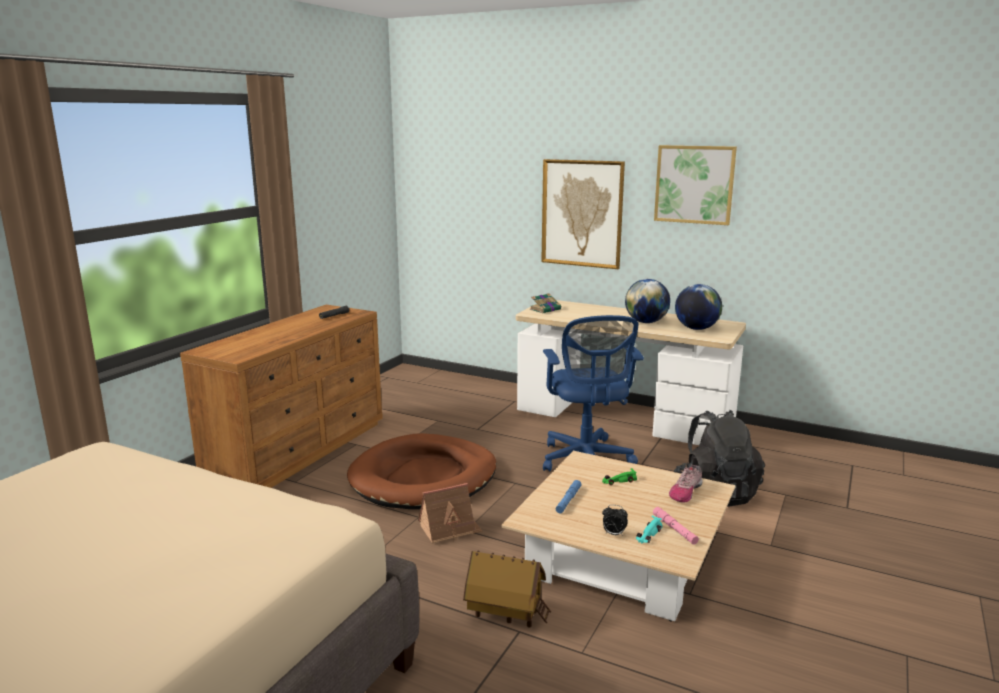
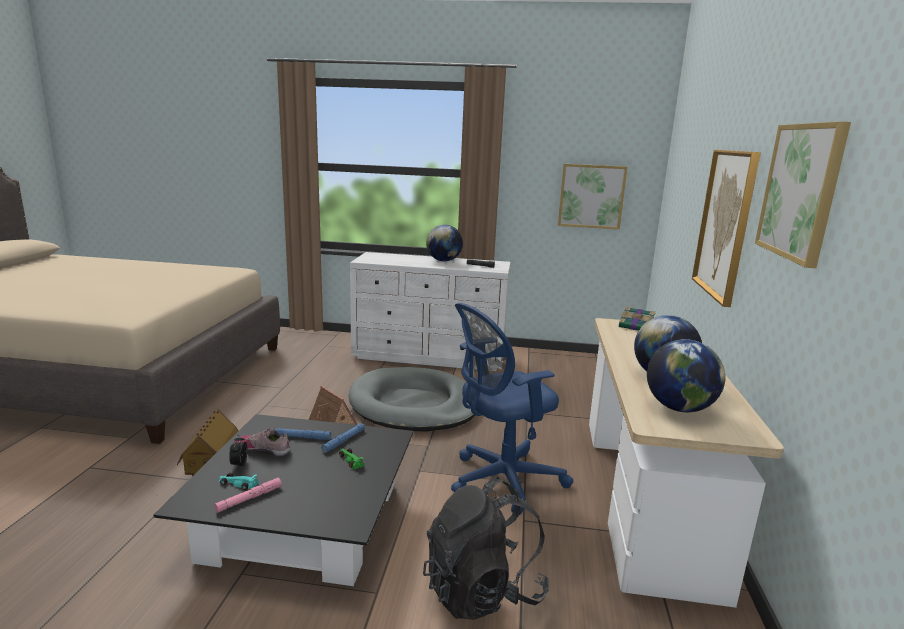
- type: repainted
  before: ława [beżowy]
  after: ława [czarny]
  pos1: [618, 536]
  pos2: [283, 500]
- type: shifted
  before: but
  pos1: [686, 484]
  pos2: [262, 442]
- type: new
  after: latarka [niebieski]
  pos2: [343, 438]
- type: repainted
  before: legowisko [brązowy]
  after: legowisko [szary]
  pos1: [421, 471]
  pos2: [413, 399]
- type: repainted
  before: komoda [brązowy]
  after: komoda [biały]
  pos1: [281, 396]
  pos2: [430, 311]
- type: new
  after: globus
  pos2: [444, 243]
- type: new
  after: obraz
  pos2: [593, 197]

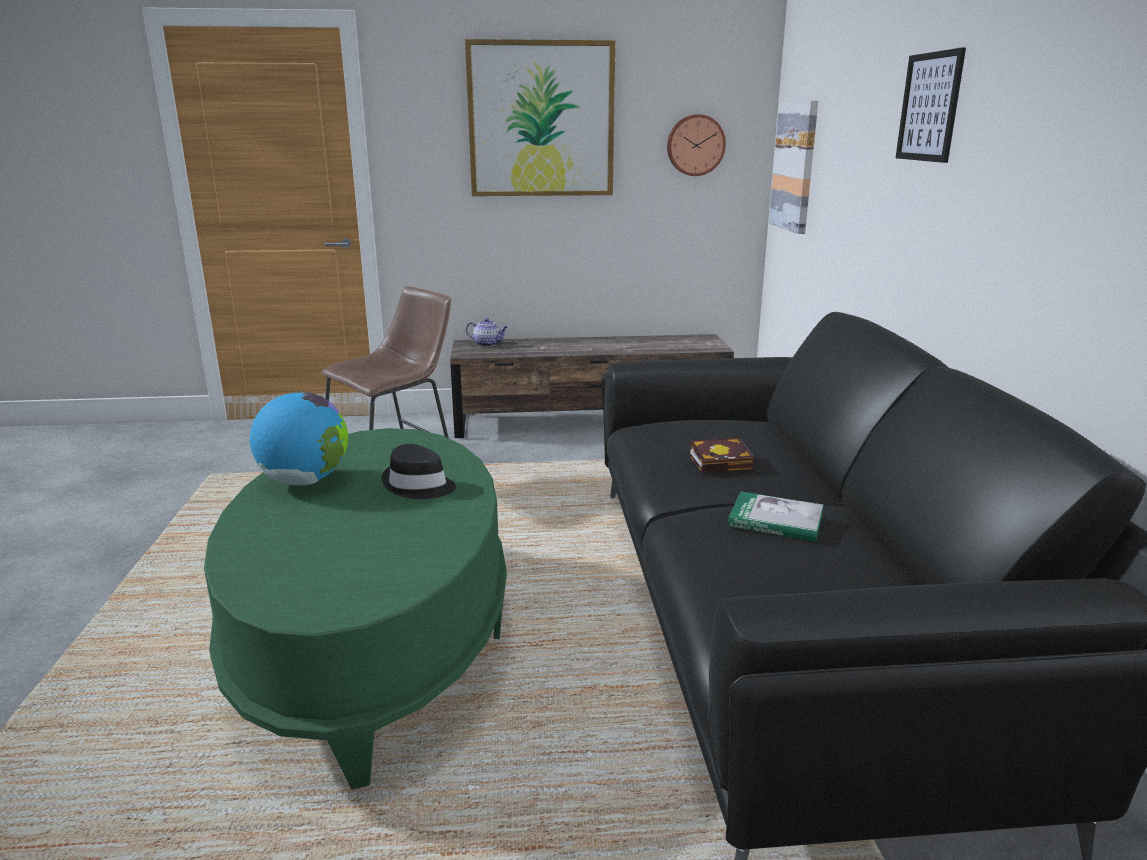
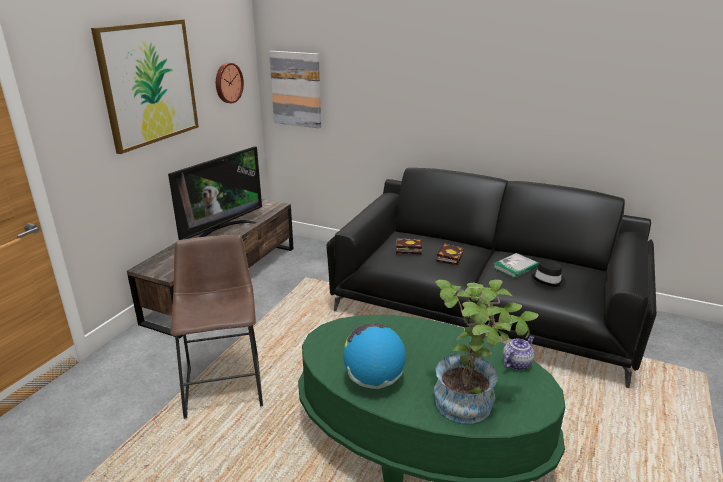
- type: new
  after: telewizor
  pos2: [215, 193]
- type: new
  after: książka
  pos2: [409, 247]
- type: new
  after: roślina doniczkowa
  pos2: [486, 352]
- type: shifted
  before: imbryk
  pos1: [487, 332]
  pos2: [518, 353]
- type: shifted
  before: kapelusz [czarny]
  pos1: [419, 471]
  pos2: [548, 274]
- type: gone
  before: obraz
  pos1: [931, 105]

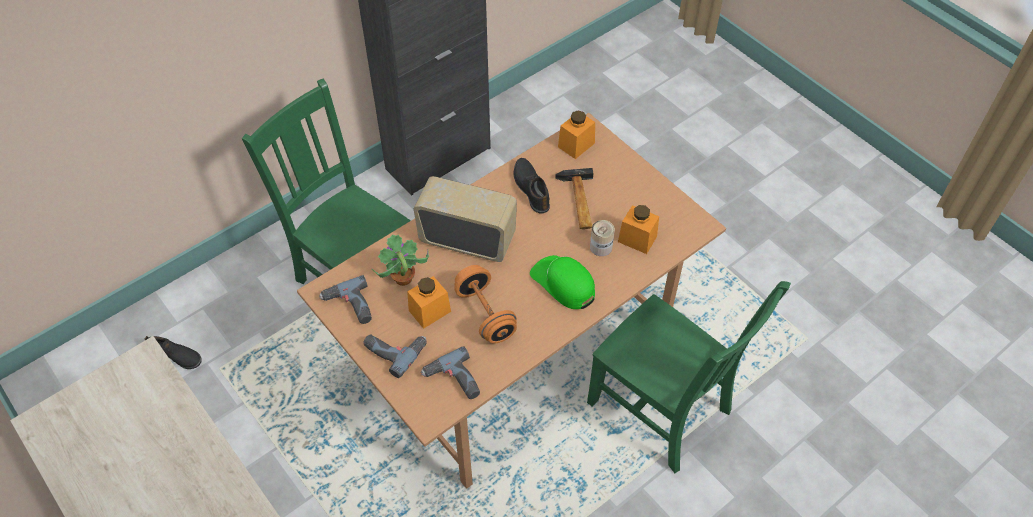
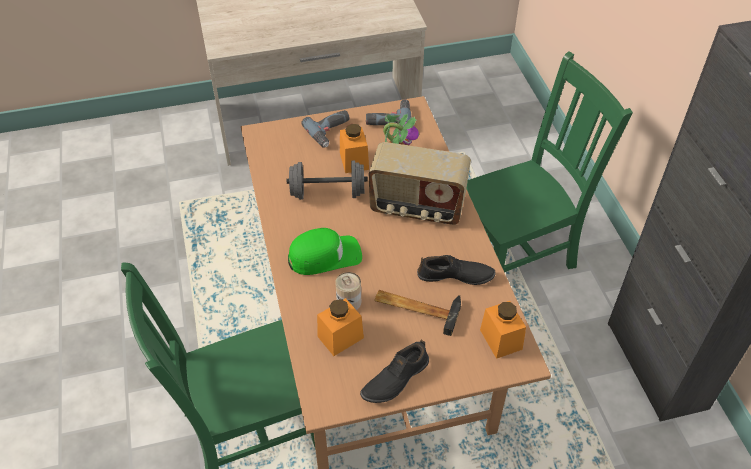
- type: repainted
  before: hantel [pomarańczowy]
  after: hantel [szary]
  pos1: [485, 304]
  pos2: [327, 180]
- type: shifted
  before: but [czarny]
  pos1: [173, 352]
  pos2: [394, 371]
- type: rotated
  before: radio
  pos1: [465, 219]
  pos2: [420, 183]
  turn: 60
- type: gone
  before: wiertarka
  pos1: [450, 372]

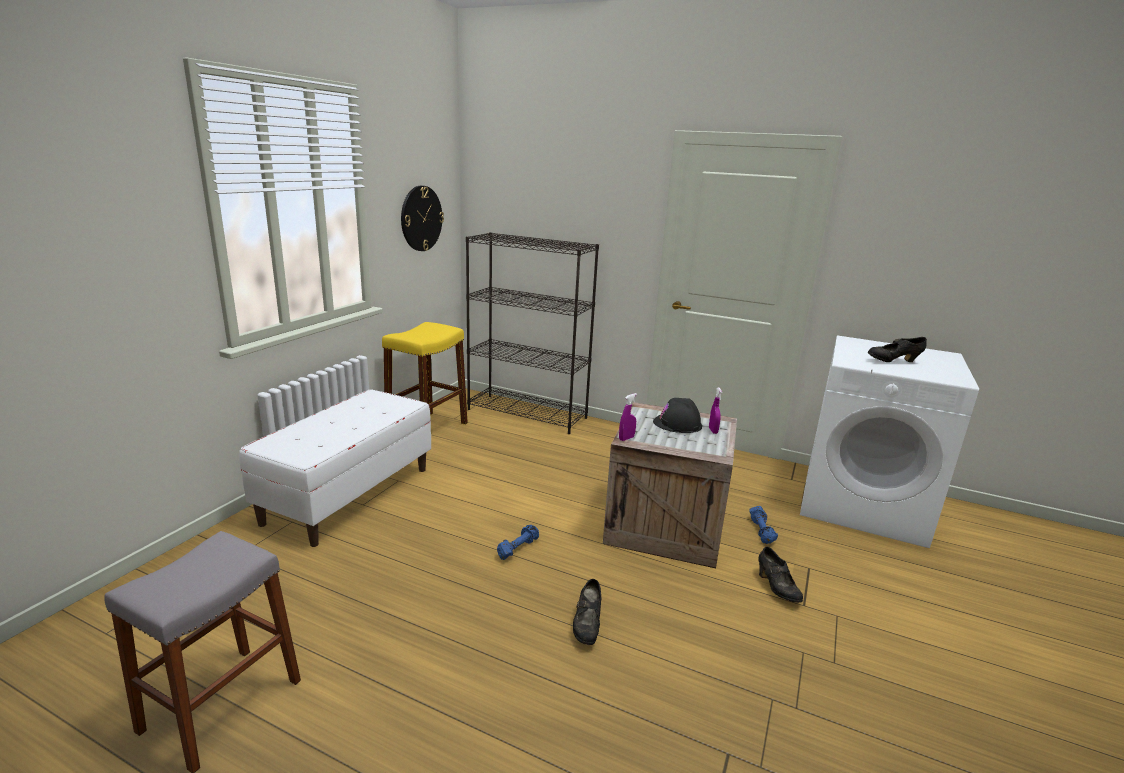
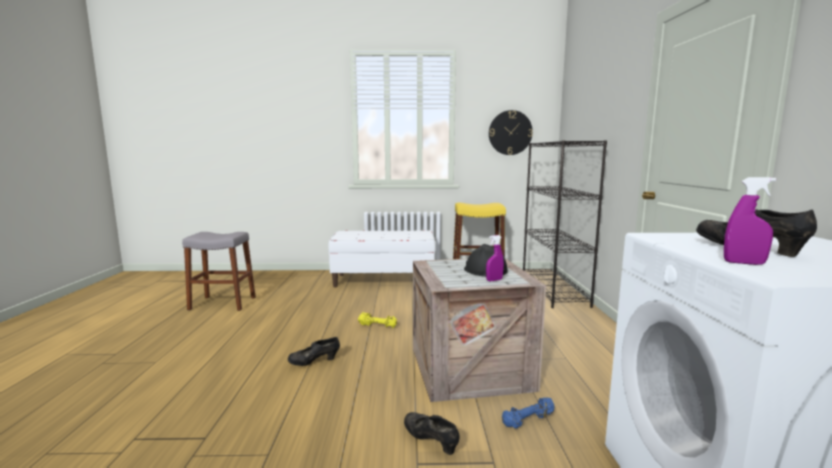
- type: repainted
  before: hantel [niebieski]
  after: hantel [żółty]
  pos1: [518, 542]
  pos2: [377, 320]
- type: rotated
  before: but [czarny]
  pos1: [780, 575]
  pos2: [431, 433]
  turn: 90
- type: shifted
  before: spryskiwacz [fioletowy]
  pos1: [628, 417]
  pos2: [750, 221]

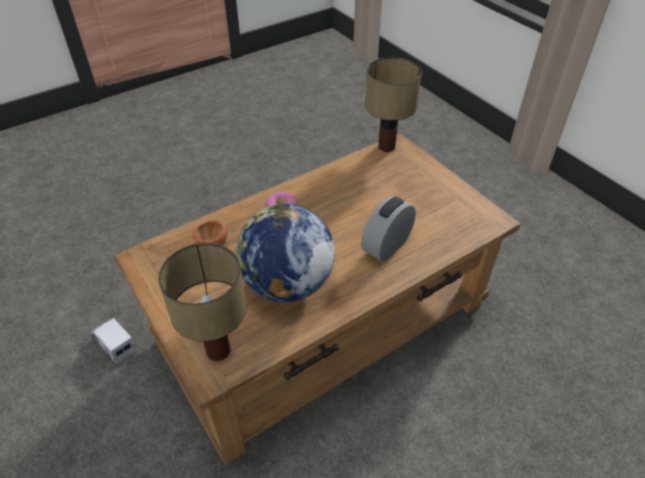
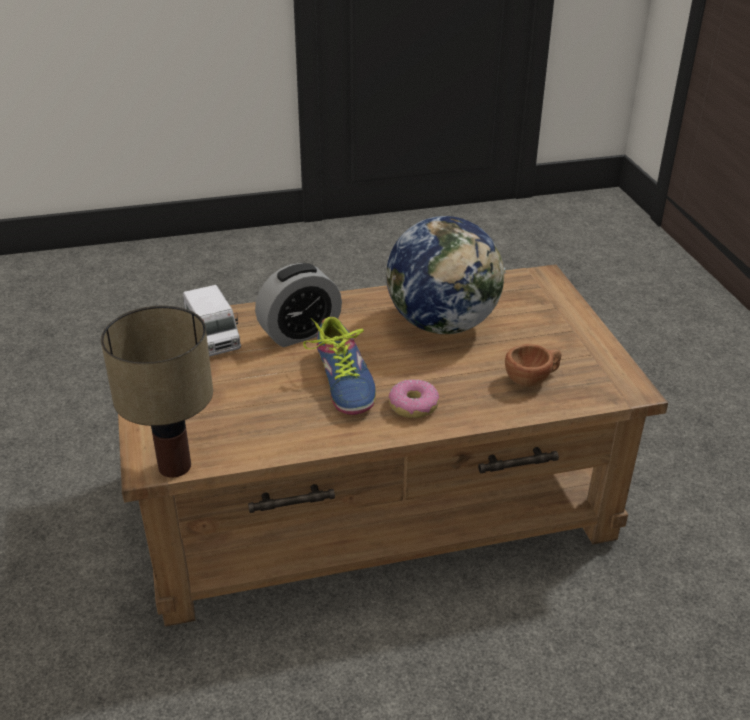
- type: shifted
  before: ciężarówka zabawkowa
  pos1: [114, 341]
  pos2: [212, 321]
- type: new
  after: but
  pos2: [339, 366]
- type: gone
  before: lampa stołowa
  pos1: [202, 302]

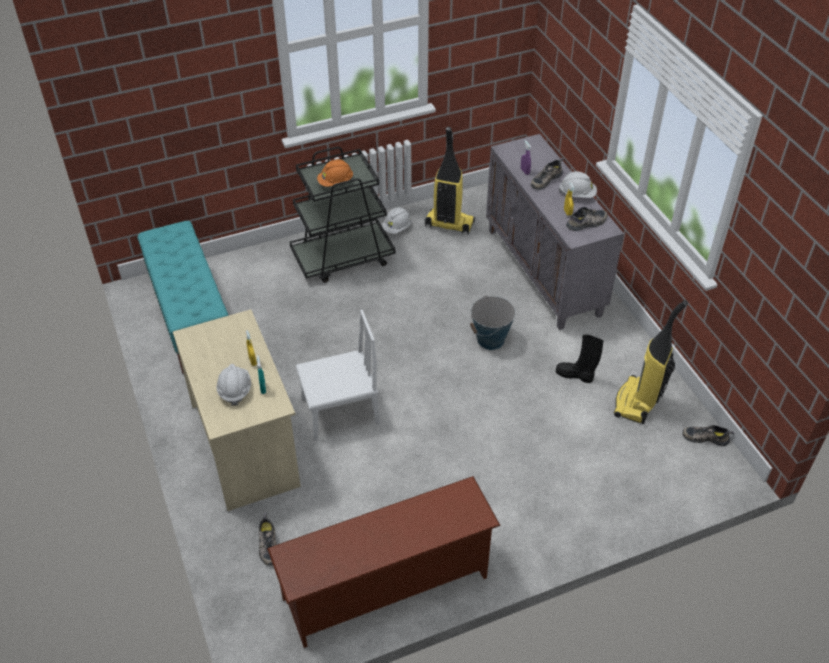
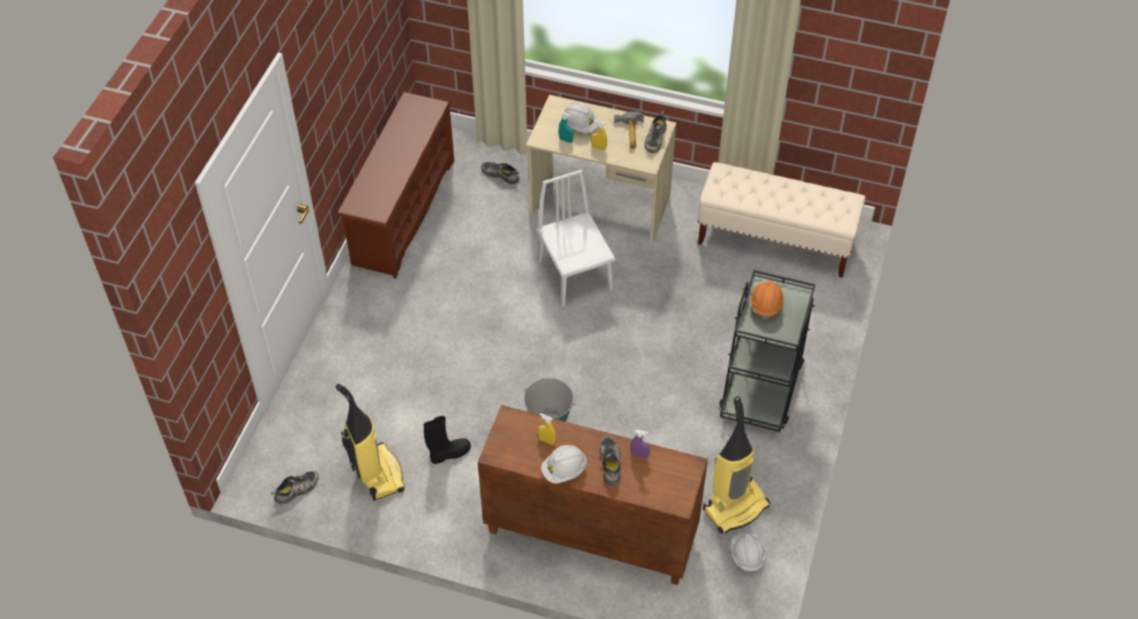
- type: repainted
  before: szafka [szary]
  after: szafka [brązowy]
  pos1: [555, 232]
  pos2: [593, 495]
- type: rotated
  before: krzesło [biały]
  pos1: [338, 375]
  pos2: [575, 238]
  turn: 135
- type: new
  after: młotek
  pos2: [629, 130]
- type: shifted
  before: but
  pos1: [587, 219]
  pos2: [655, 132]
- type: repainted
  before: ławka [turkusowy]
  after: ławka [beżowy]
  pos1: [183, 297]
  pos2: [781, 220]
- type: shifted
  before: kask [biały]
  pos1: [397, 220]
  pos2: [748, 553]

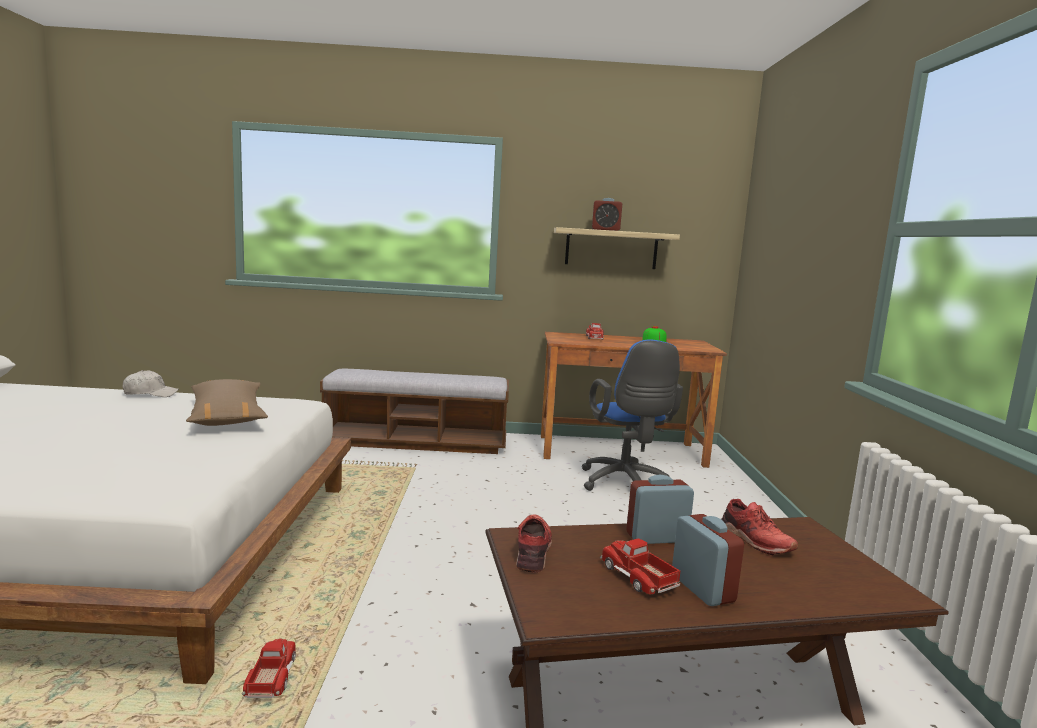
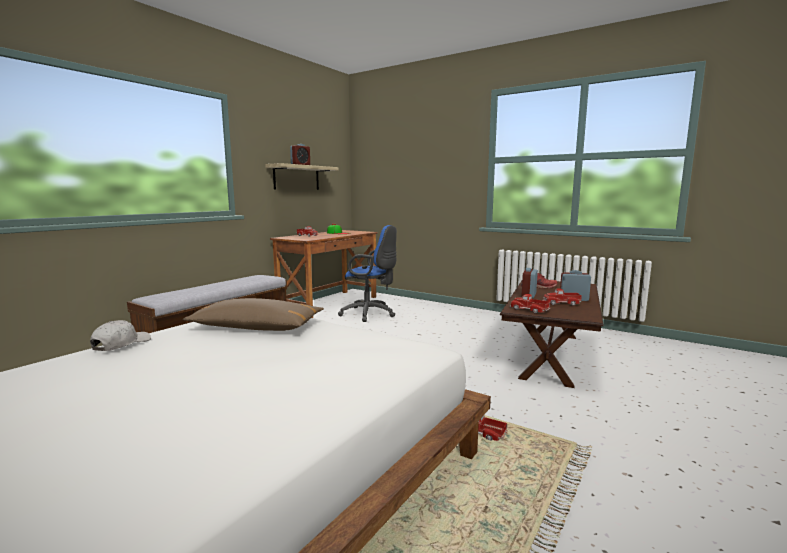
- type: swapped
  before: but [czerwony]
  after: ciężarówka zabawkowa
  pos1: [534, 543]
  pos2: [530, 304]

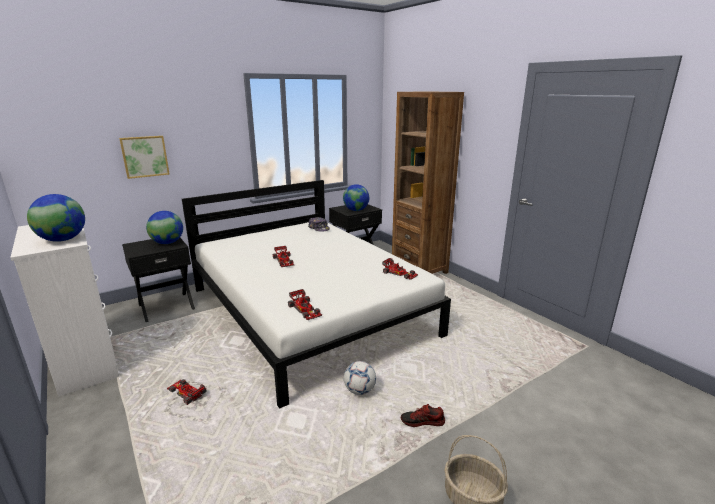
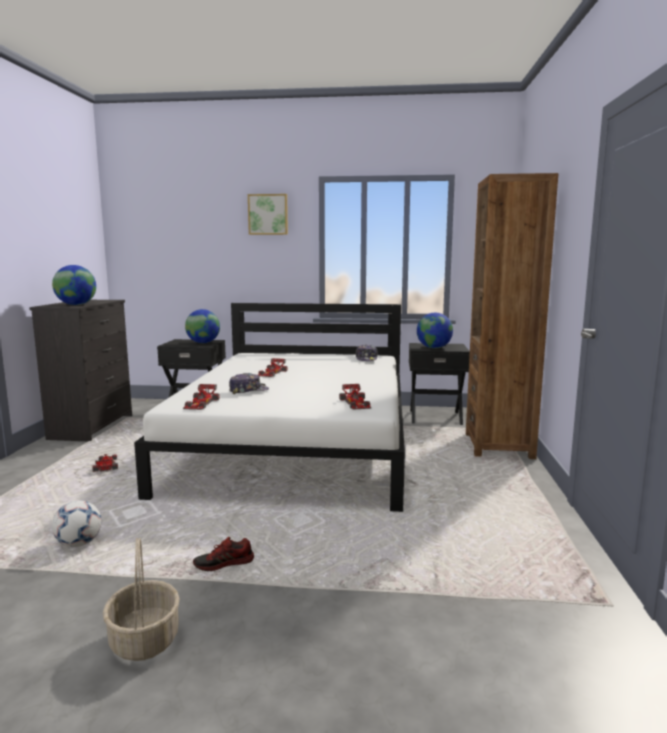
- type: repainted
  before: komoda [biały]
  after: komoda [czarny]
  pos1: [64, 311]
  pos2: [80, 370]
- type: shifted
  before: piłka futbolowa
  pos1: [360, 378]
  pos2: [76, 523]
- type: rotated
  before: but
  pos1: [423, 415]
  pos2: [223, 554]
  turn: -60
- type: new
  after: czapka z daszkiem
  pos2: [249, 383]
- type: shifted
  before: obraz
  pos1: [144, 157]
  pos2: [268, 214]

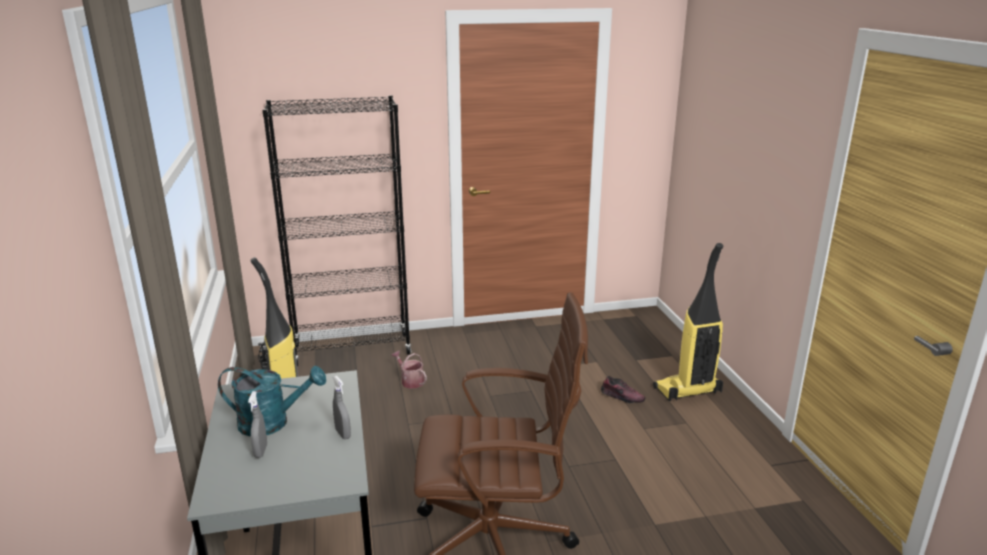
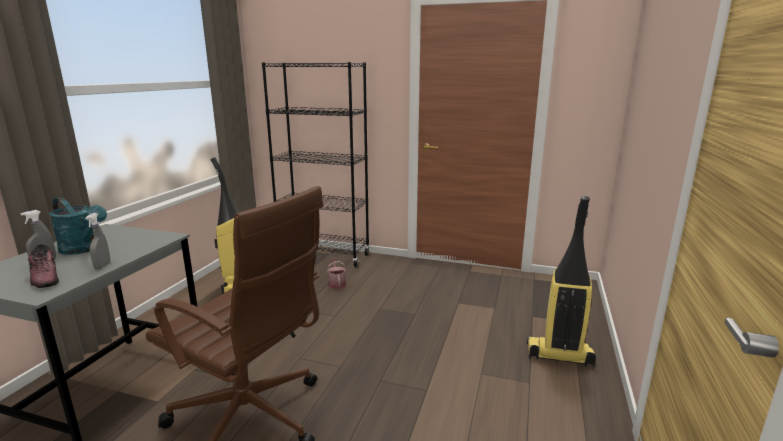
- type: shifted
  before: but
  pos1: [623, 389]
  pos2: [43, 266]

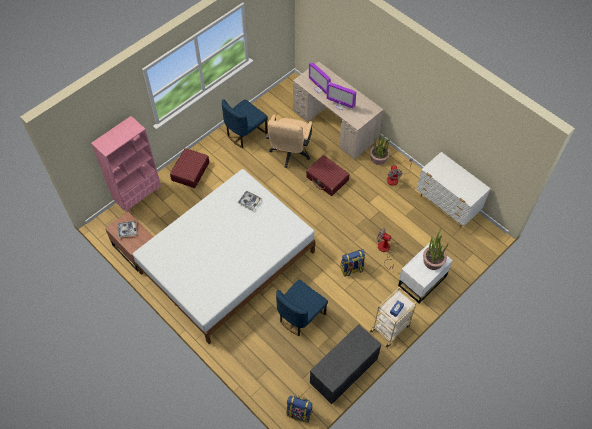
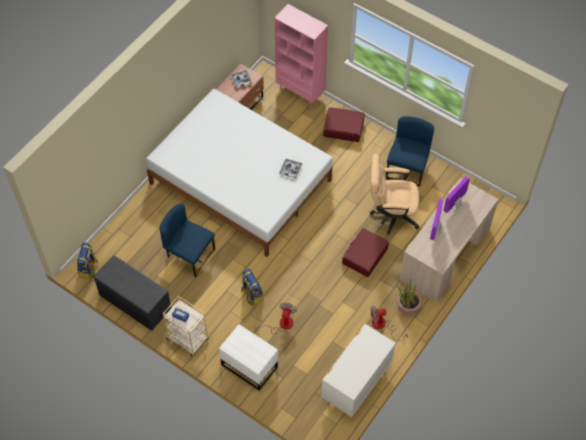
- type: rotated
  before: krzesło [niebieski]
  pos1: [245, 123]
  pos2: [410, 151]
  turn: 75
- type: gone
  before: roślina doniczkowa
  pos1: [435, 248]

